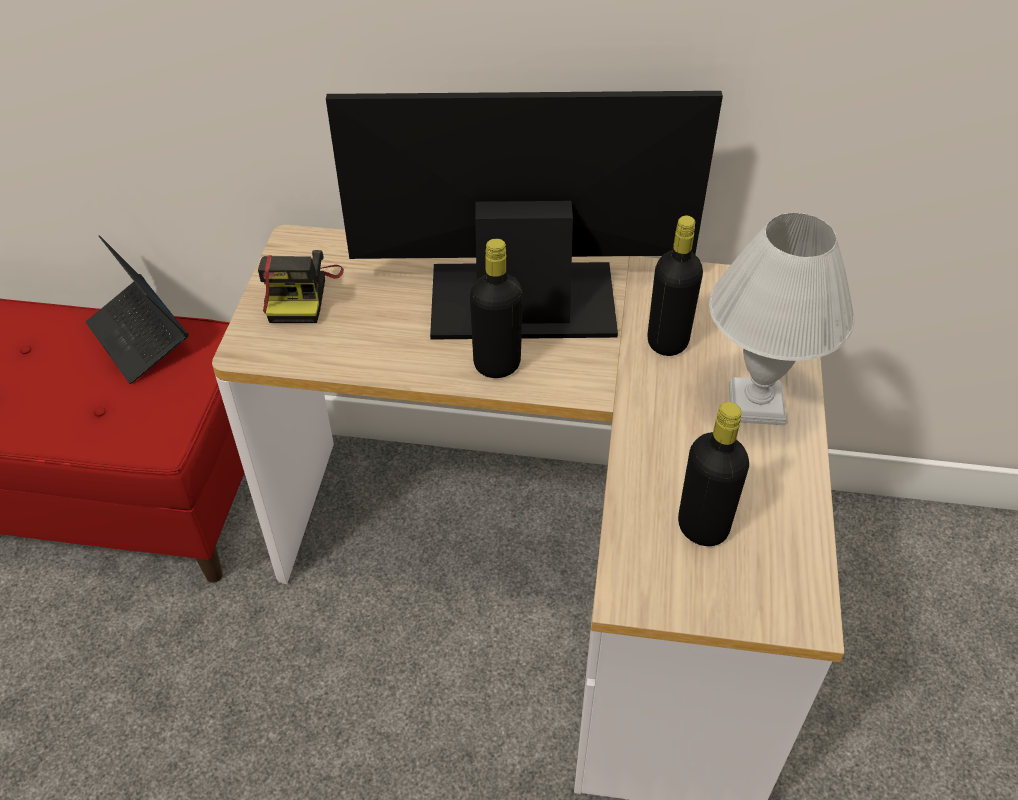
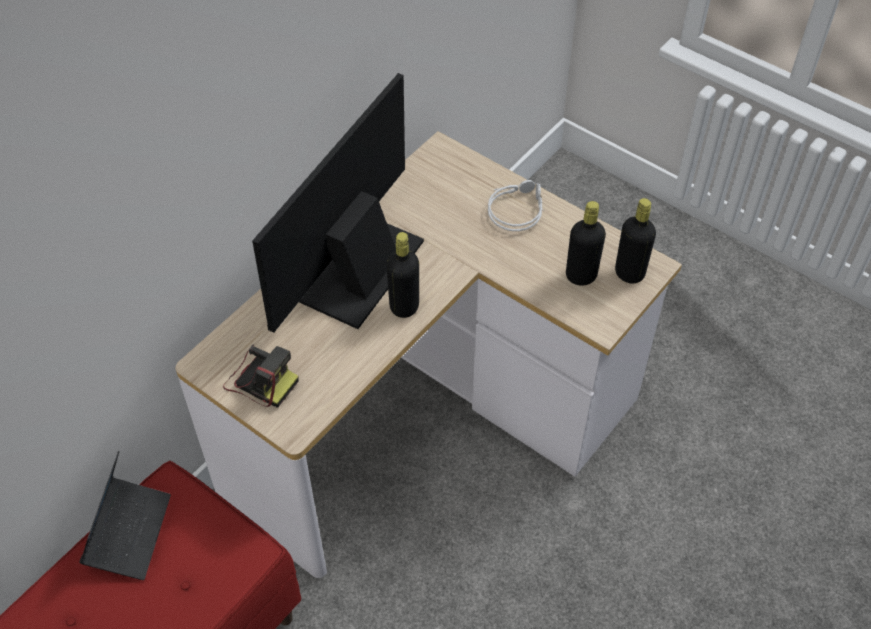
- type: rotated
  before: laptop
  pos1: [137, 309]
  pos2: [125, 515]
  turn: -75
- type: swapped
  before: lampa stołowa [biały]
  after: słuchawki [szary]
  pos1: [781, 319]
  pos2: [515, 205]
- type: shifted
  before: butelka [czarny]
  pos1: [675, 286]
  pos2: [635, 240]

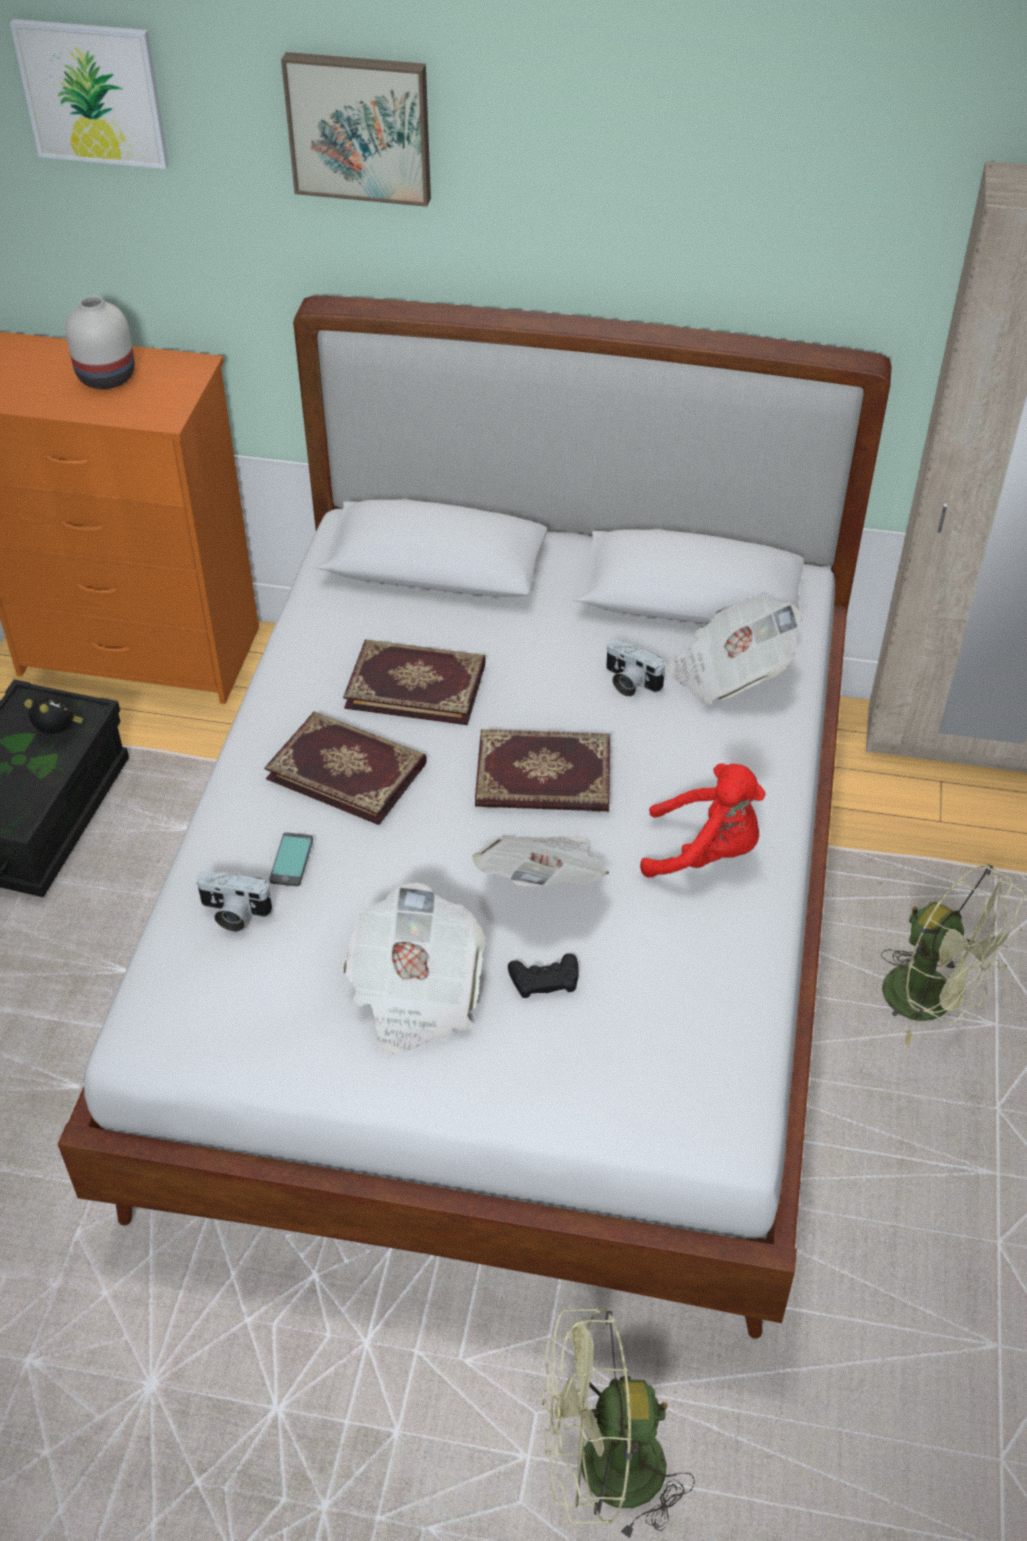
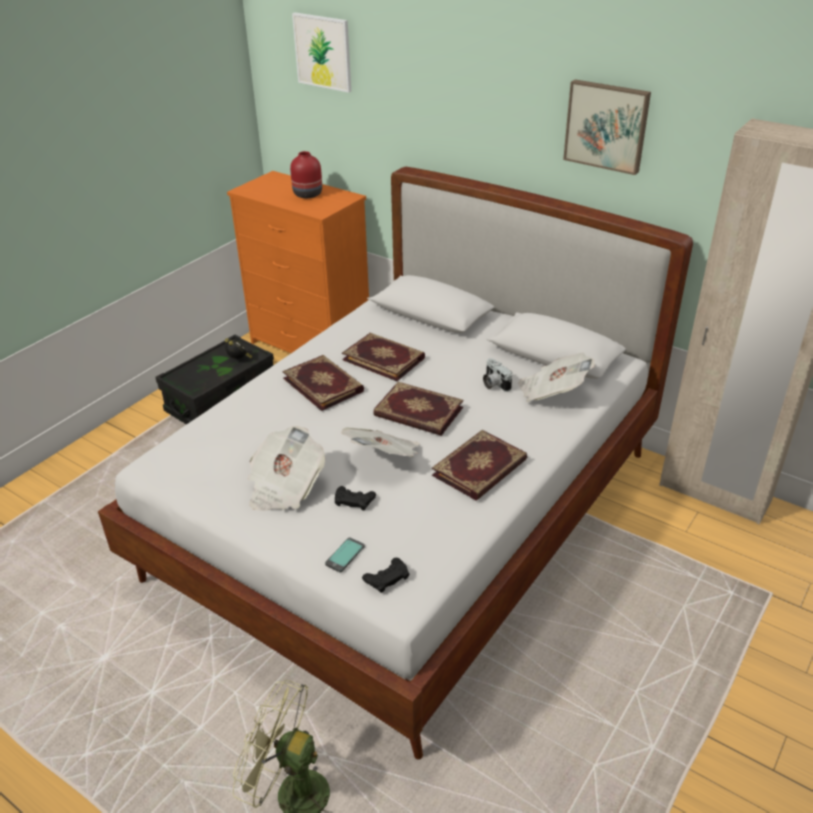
- type: repainted
  before: wazon [biały]
  after: wazon [czerwony]
  pos1: [100, 342]
  pos2: [306, 174]
- type: shifted
  before: telefon
  pos1: [291, 859]
  pos2: [345, 554]
- type: new
  after: pad do gier [czarny]
  pos2: [385, 575]
- type: swapped
  before: pluszak [czerwony]
  after: książka
  pos1: [703, 820]
  pos2: [479, 465]
- type: shifted
  before: obraz
  pos1: [356, 129]
  pos2: [607, 127]
- type: gone
  before: aparat fotograficzny
  pos1: [234, 901]
- type: gone
  before: wentylator [zielony]
  pos1: [953, 954]

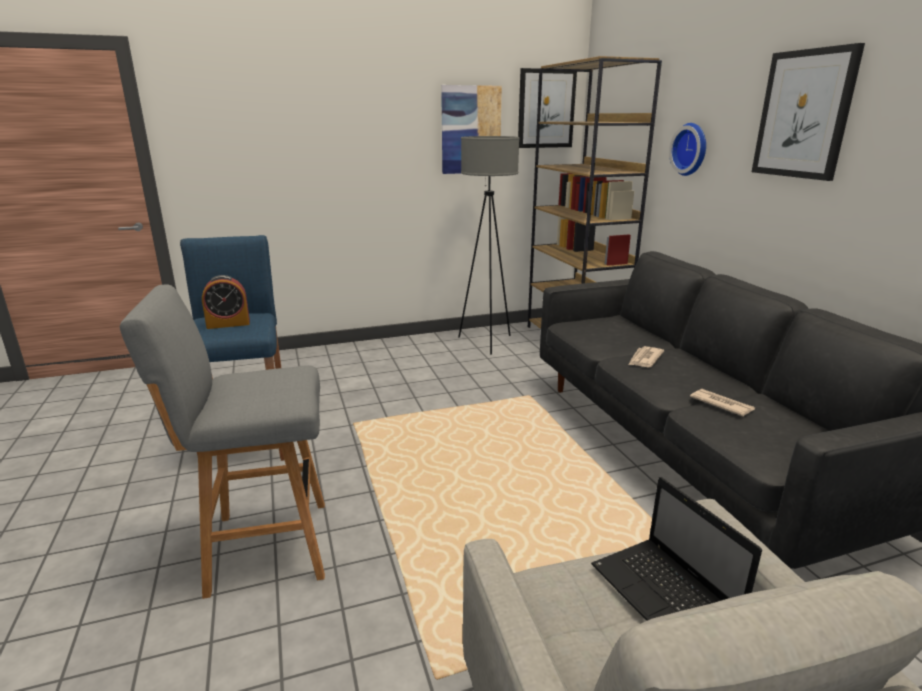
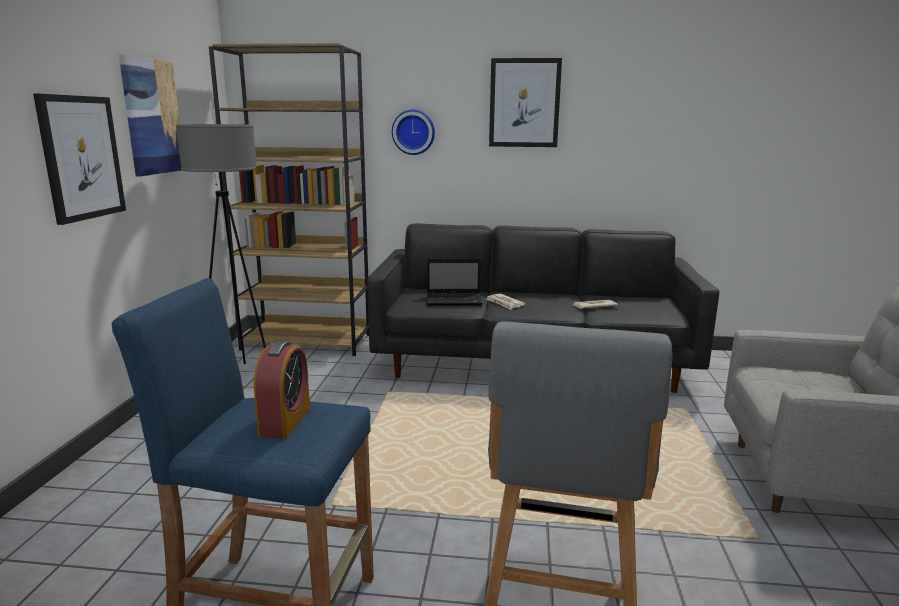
- type: shifted
  before: obraz
  pos1: [547, 108]
  pos2: [79, 159]
- type: shifted
  before: laptop
  pos1: [676, 549]
  pos2: [455, 281]

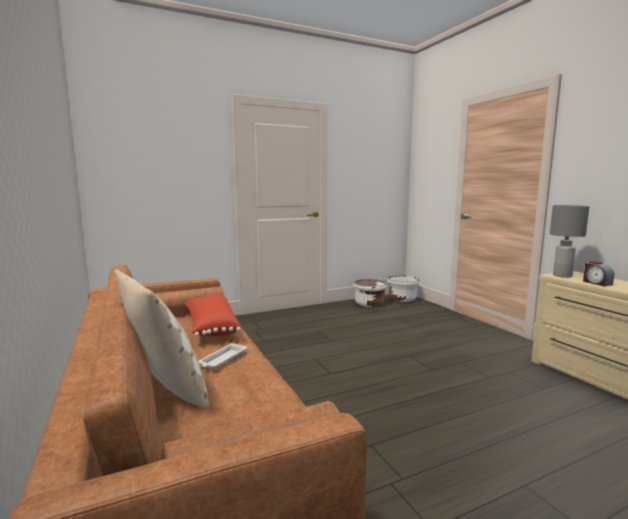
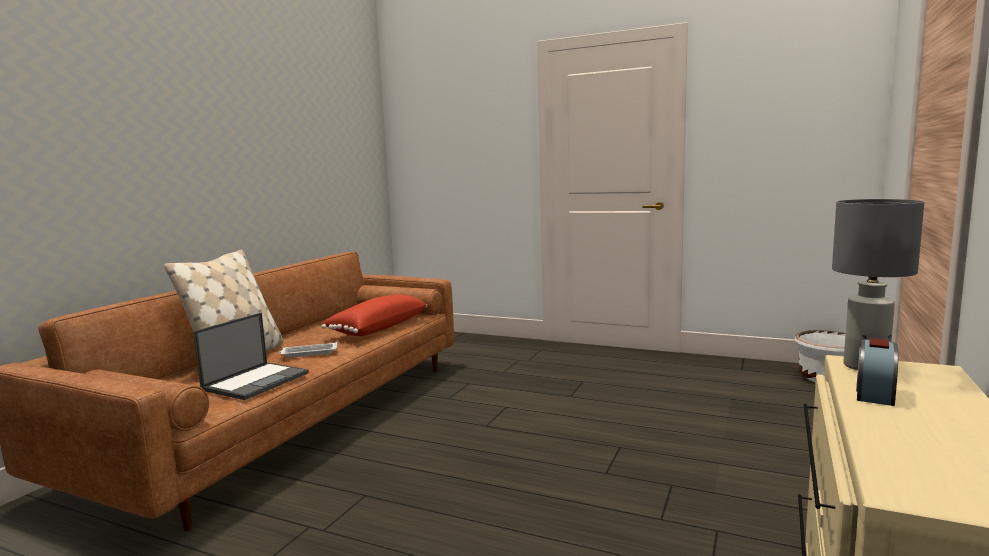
- type: new
  after: laptop
  pos2: [251, 356]
- type: gone
  before: donica [biały]
  pos1: [370, 293]

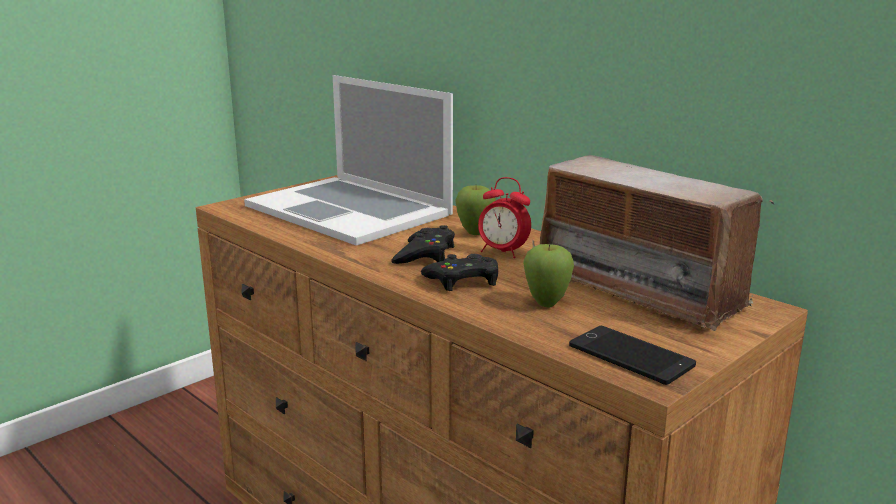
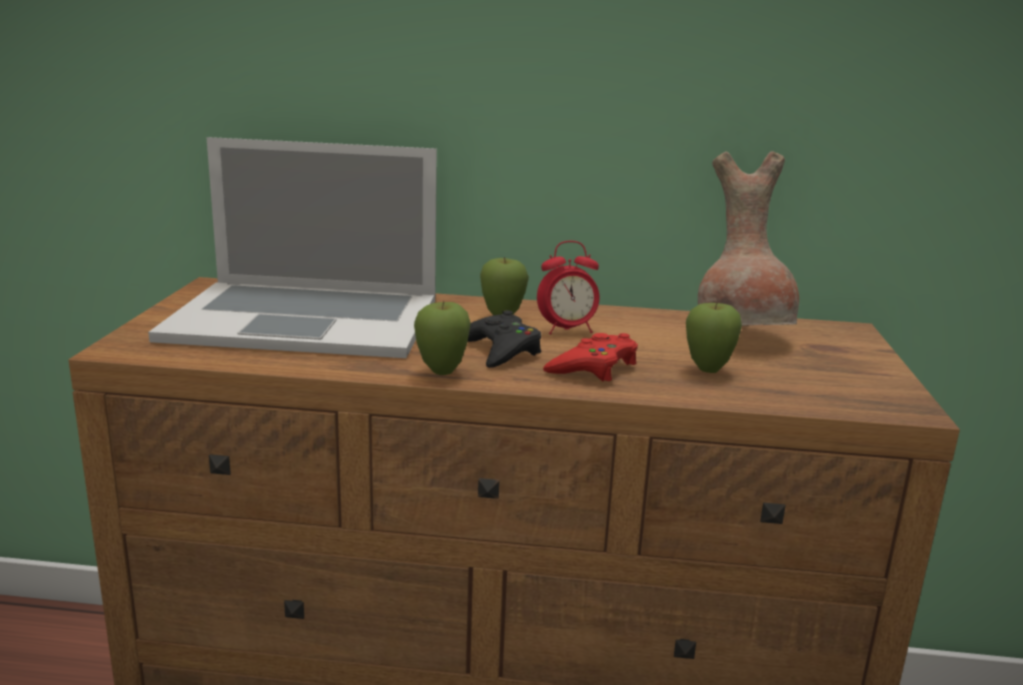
- type: new
  after: jabłko
  pos2: [442, 338]
- type: repainted
  before: pad do gier [czarny]
  after: pad do gier [czerwony]
  pos1: [459, 272]
  pos2: [590, 357]
- type: swapped
  before: radio
  after: wazon [brązowy]
  pos1: [653, 243]
  pos2: [748, 238]
- type: gone
  before: telefon
  pos1: [632, 355]

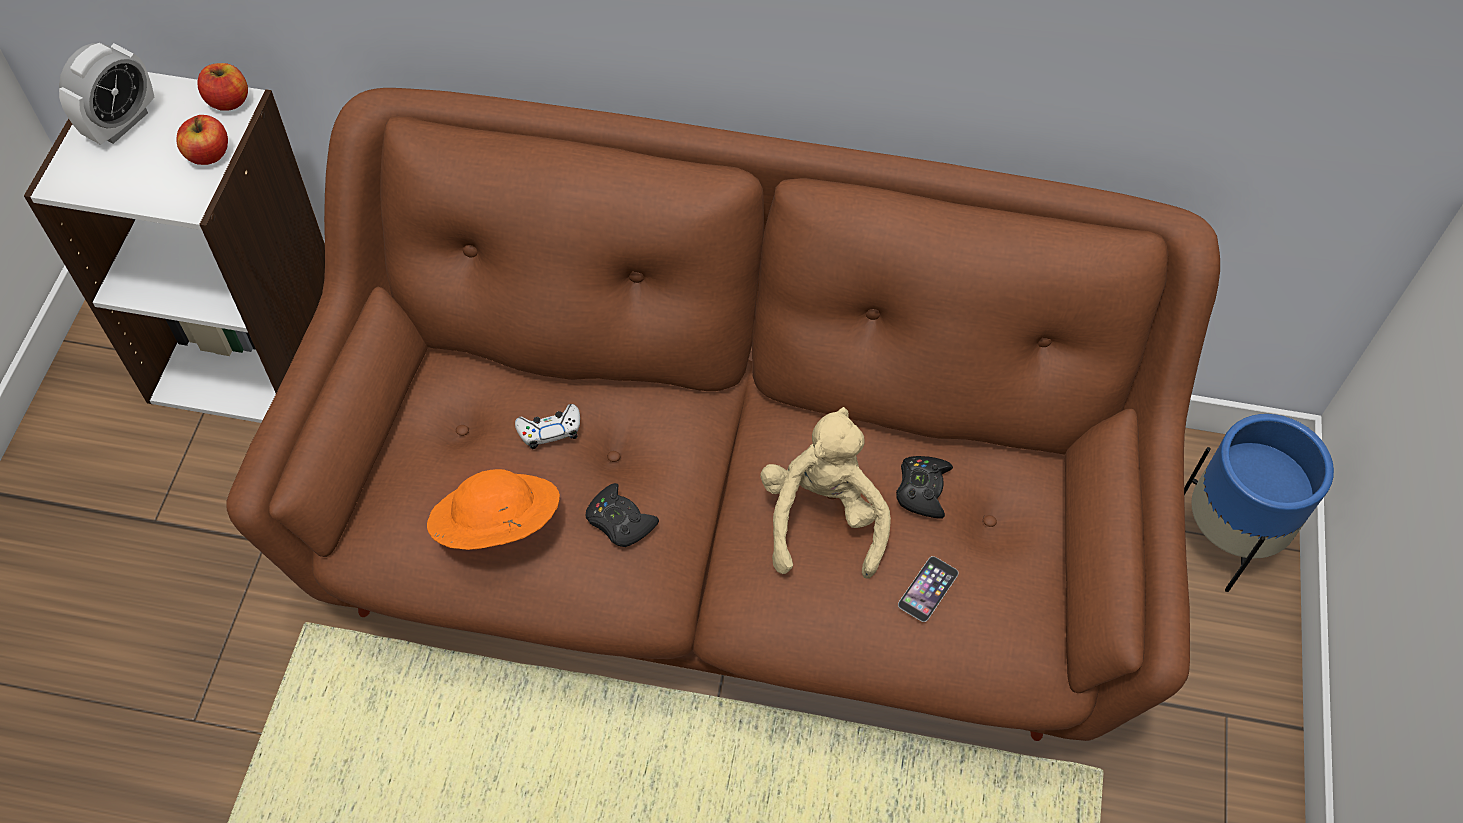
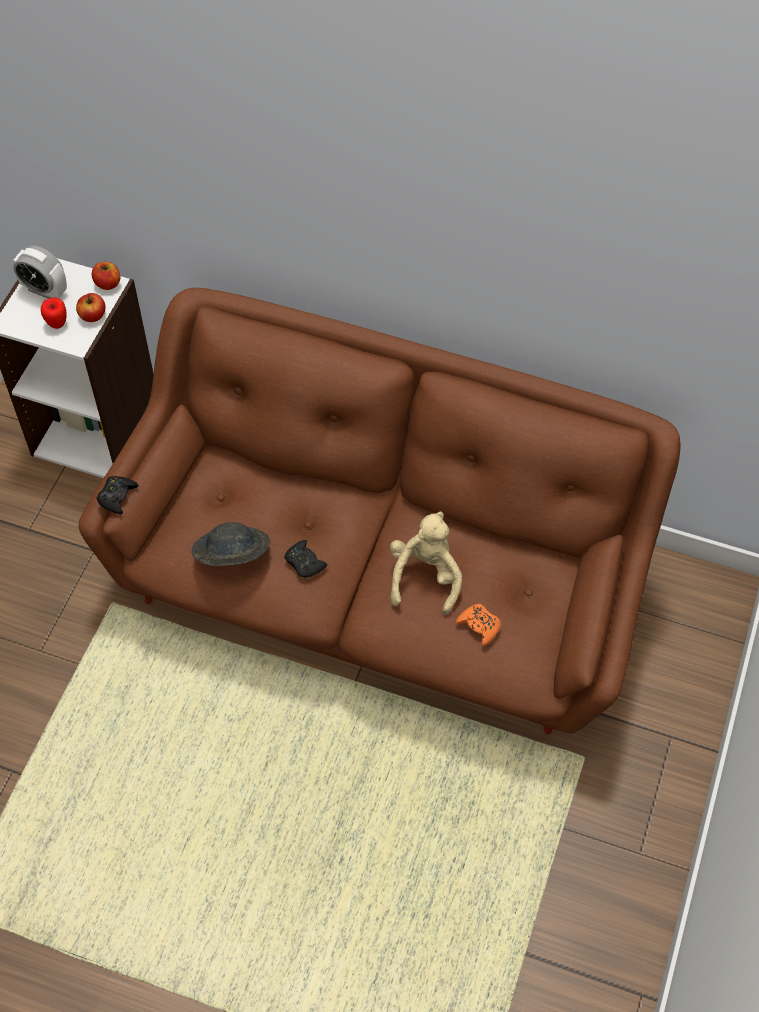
- type: rotated
  before: budzik
  pos1: [107, 94]
  pos2: [39, 272]
  turn: 75
- type: new
  after: jabłko
  pos2: [53, 313]
- type: shifted
  before: pad do gier [czarny]
  pos1: [924, 487]
  pos2: [117, 495]
- type: repainted
  before: kapelusz [pomarańczowy]
  after: kapelusz [szary]
  pos1: [493, 509]
  pos2: [230, 544]
- type: swapped
  before: telefon
  after: pad do gier [pomarańczowy]
  pos1: [928, 589]
  pos2: [478, 625]
- type: gone
  before: pad do gier [biały]
  pos1: [547, 427]
- type: gone
  before: donica [niebieski]
  pos1: [1259, 503]

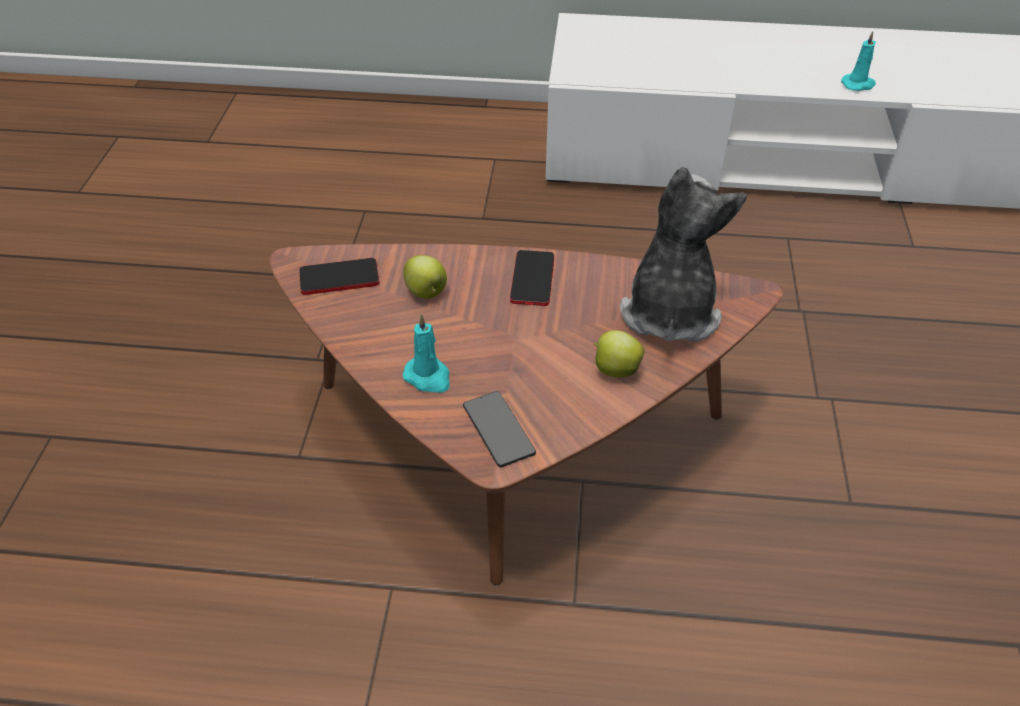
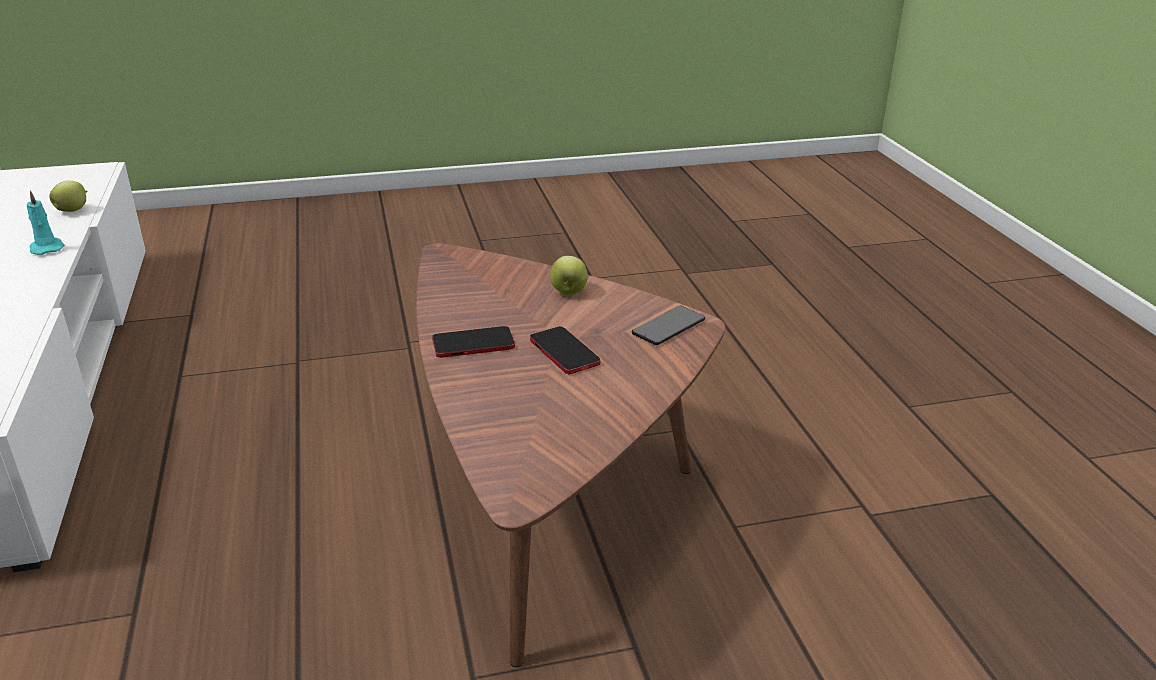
- type: shifted
  before: jabłko
  pos1: [425, 277]
  pos2: [68, 196]
- type: shifted
  before: telefon
  pos1: [339, 276]
  pos2: [565, 350]
- type: gone
  before: świeca [turkusowy]
  pos1: [426, 353]
- type: gone
  before: pluszak
  pos1: [683, 254]

